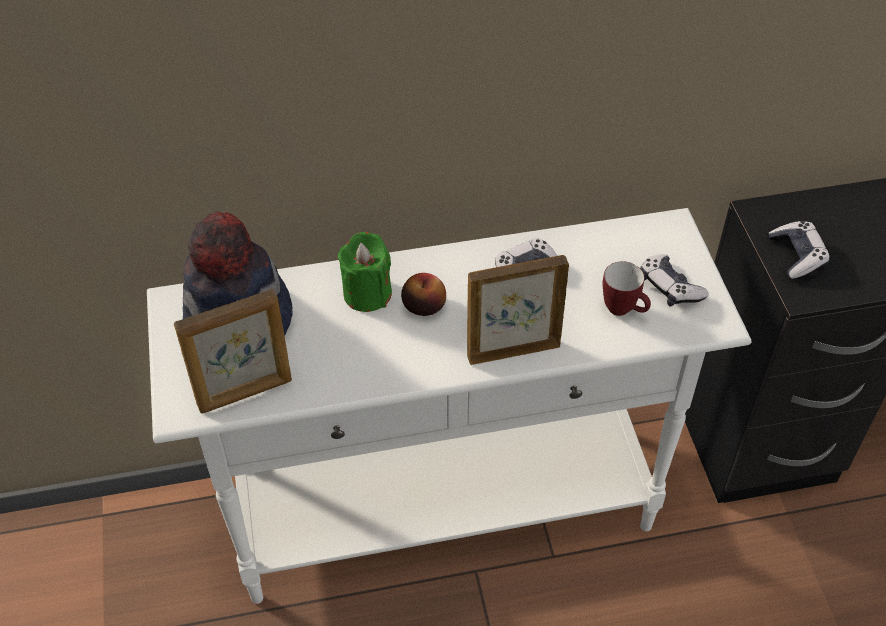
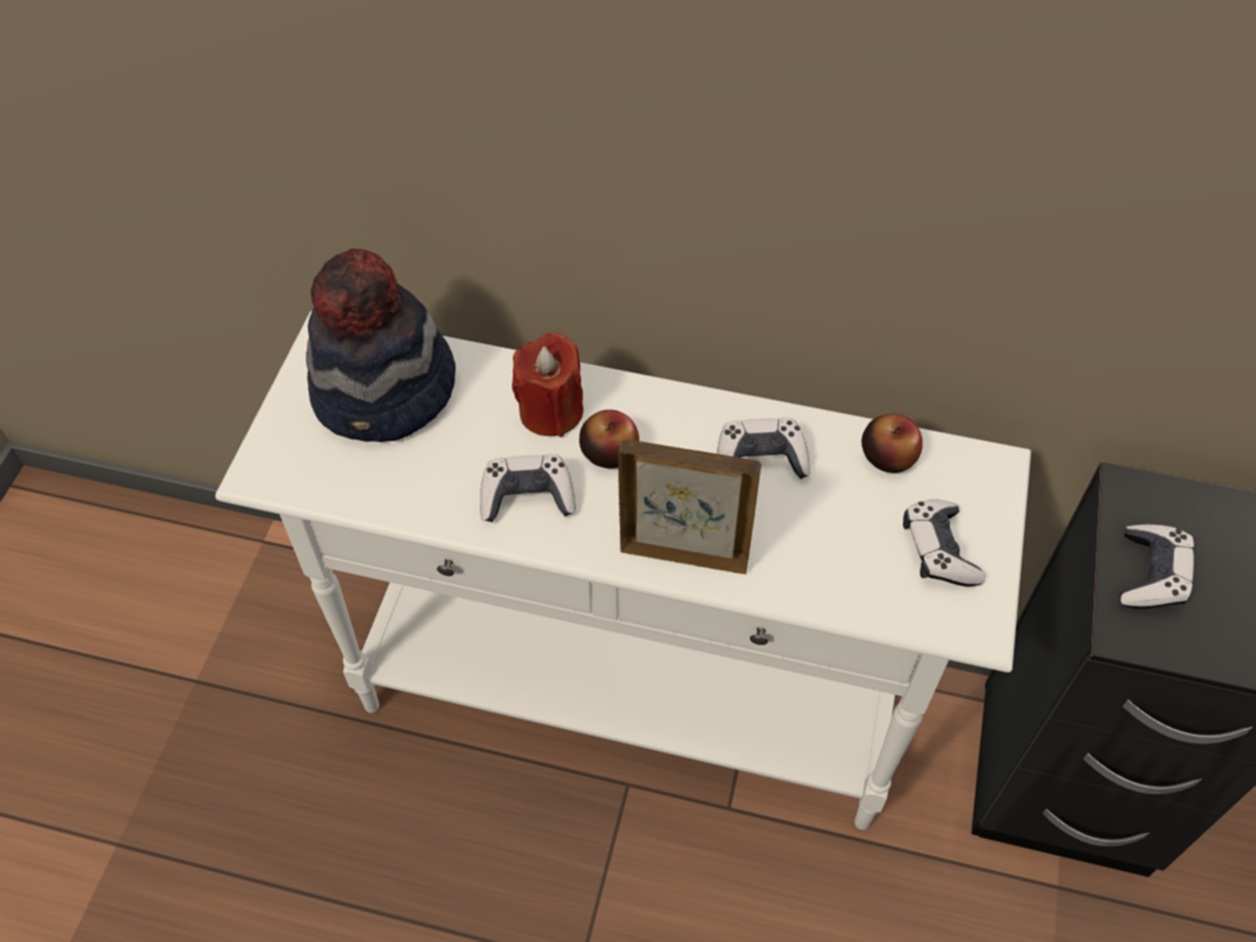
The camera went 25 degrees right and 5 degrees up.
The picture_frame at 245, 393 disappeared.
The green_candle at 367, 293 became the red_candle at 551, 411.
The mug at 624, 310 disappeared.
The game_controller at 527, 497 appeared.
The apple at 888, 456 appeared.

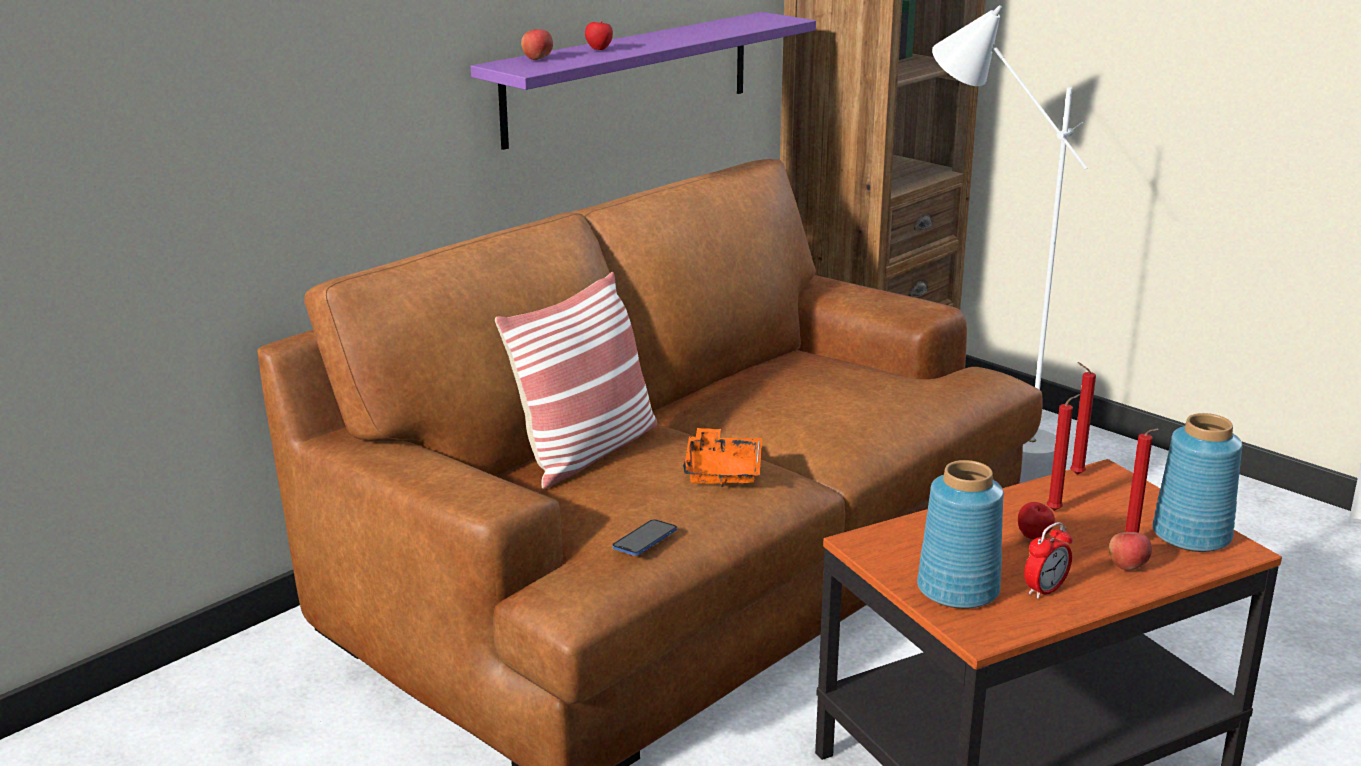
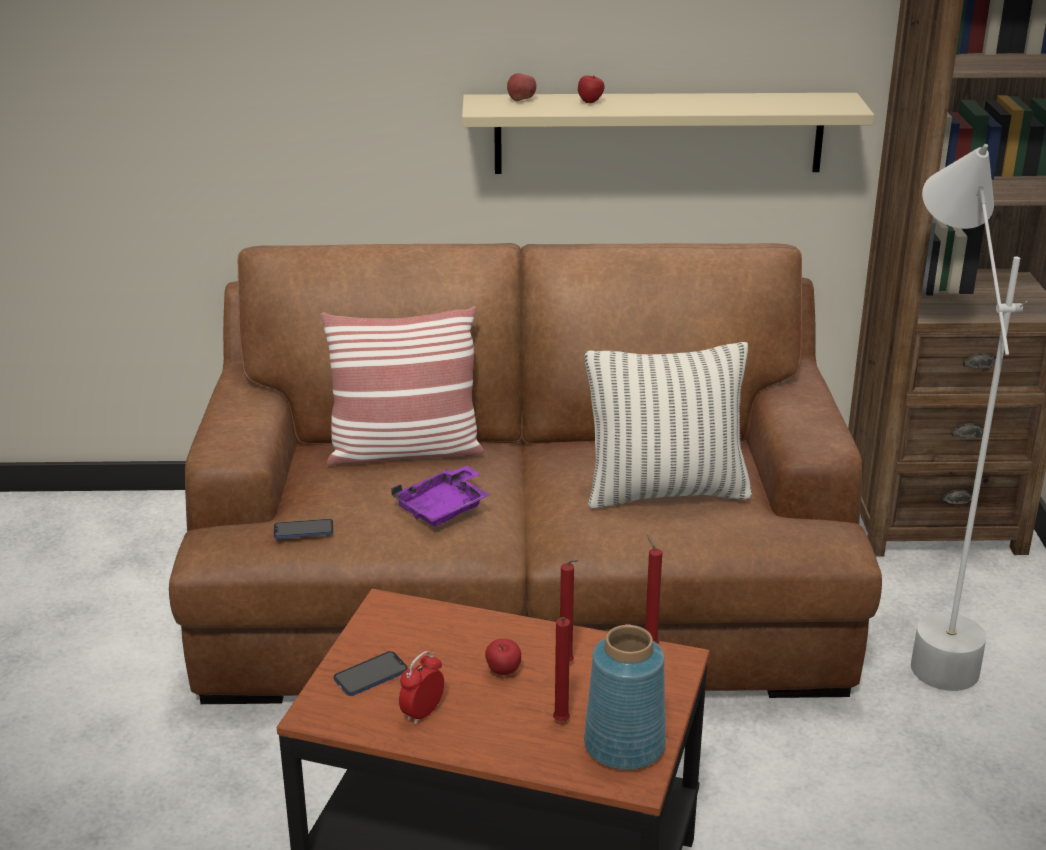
The camera went 45 degrees right and 5 degrees up.
The purple_shelf at 629, 77 became the beige_shelf at 658, 133.
The orange_tray at 722, 470 became the purple_tray at 444, 508.
The blue_vase at 959, 589 was replaced by the phone at 371, 675.
The alarm_clock at 1045, 590 turned 120 degrees clockwise.
The apple at 1127, 566 disappeared.
The pillow at 665, 492 appeared.

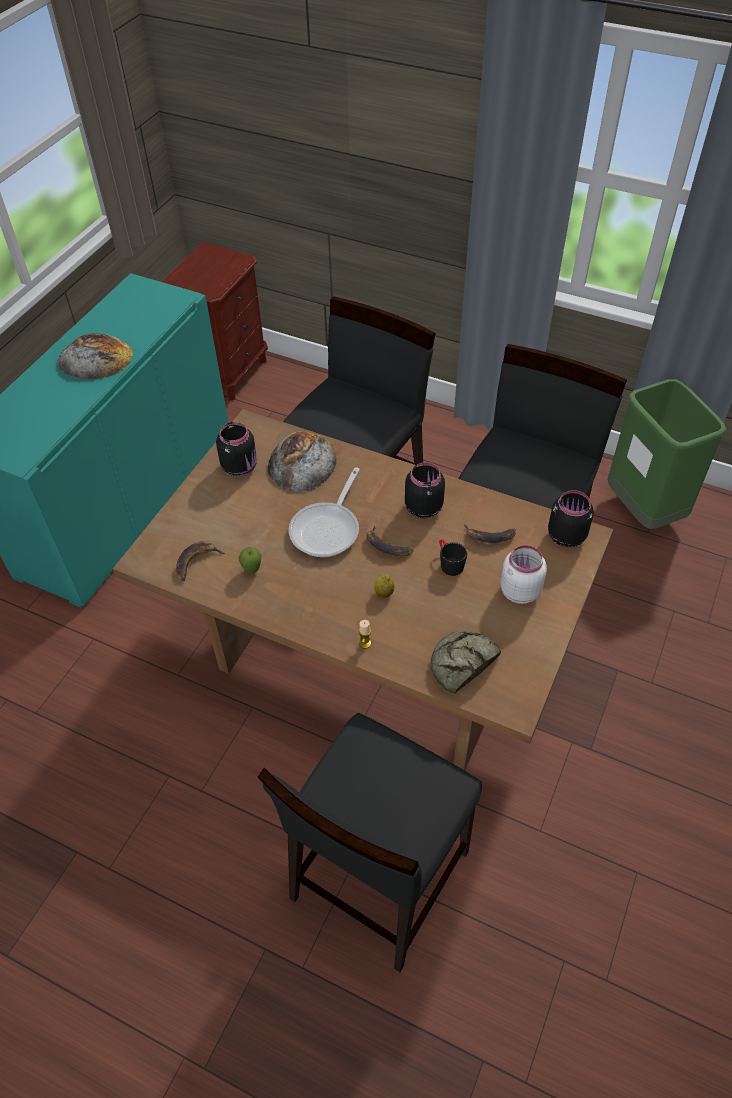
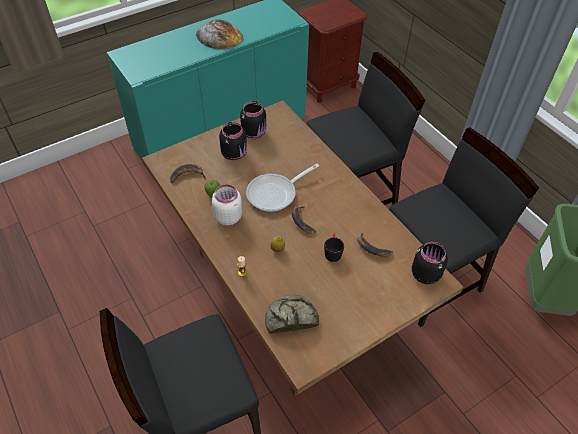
The camera went 30 degrees right and 0 degrees up.
The bread at 302, 462 disappeared.
The black_jar moved from 424, 507 to 235, 154.
The white_jar moved from 518, 591 to 228, 216.

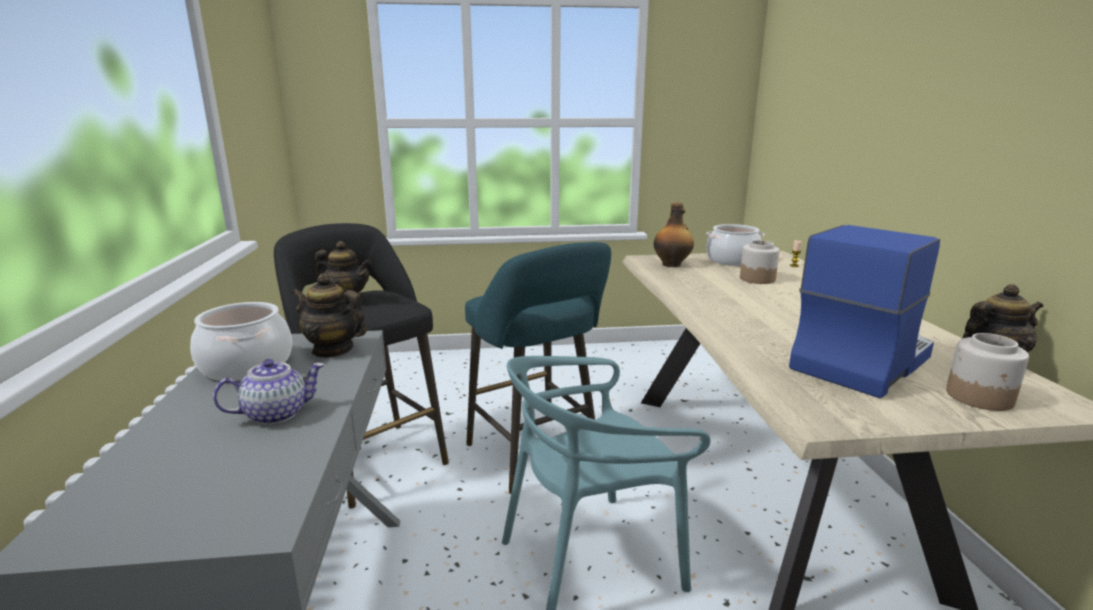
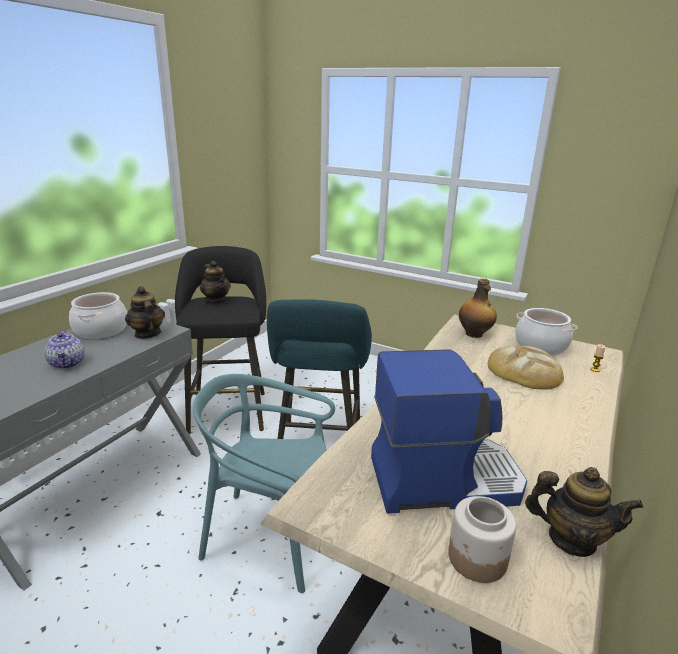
The camera went 35 degrees right and 5 degrees up.
The teapot at 277, 413 turned 60 degrees clockwise.
The jar at 757, 279 was replaced by the bread at 524, 371.

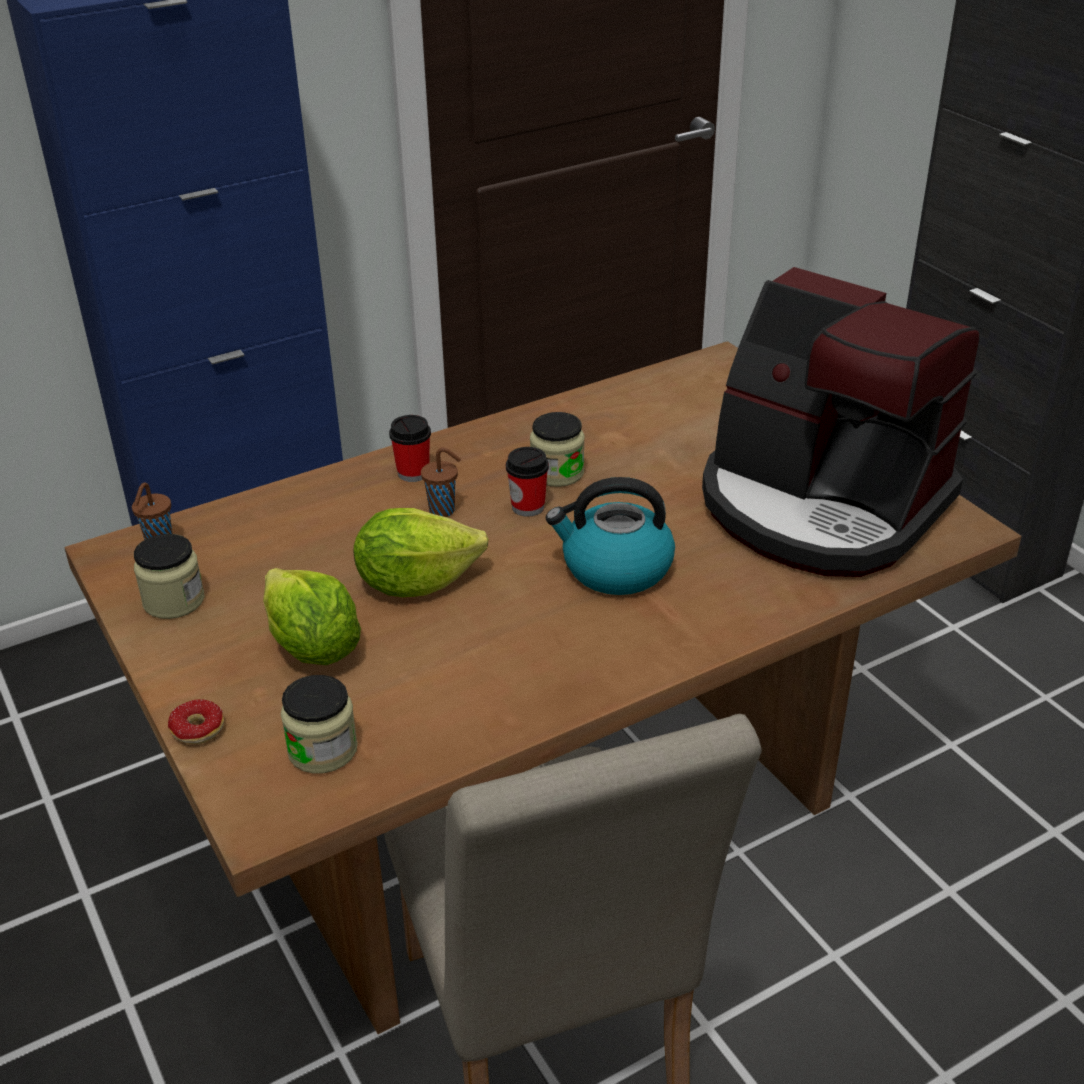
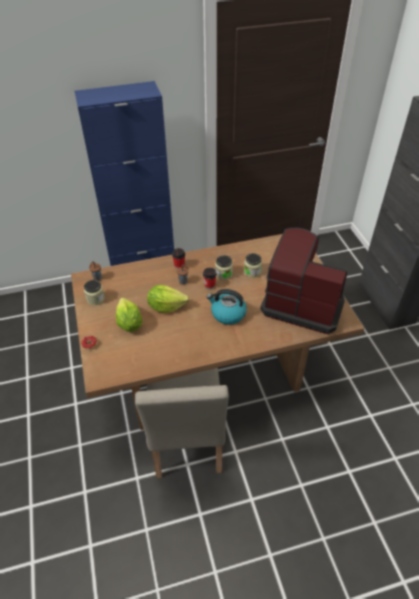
The camera went 15 degrees right and 10 degrees up.
The jar moved from 322, 750 to 252, 272.
The coffee_machine at 821, 506 turned 150 degrees clockwise.

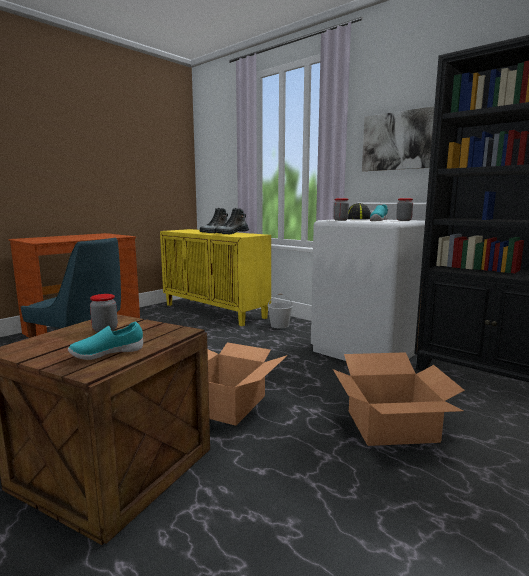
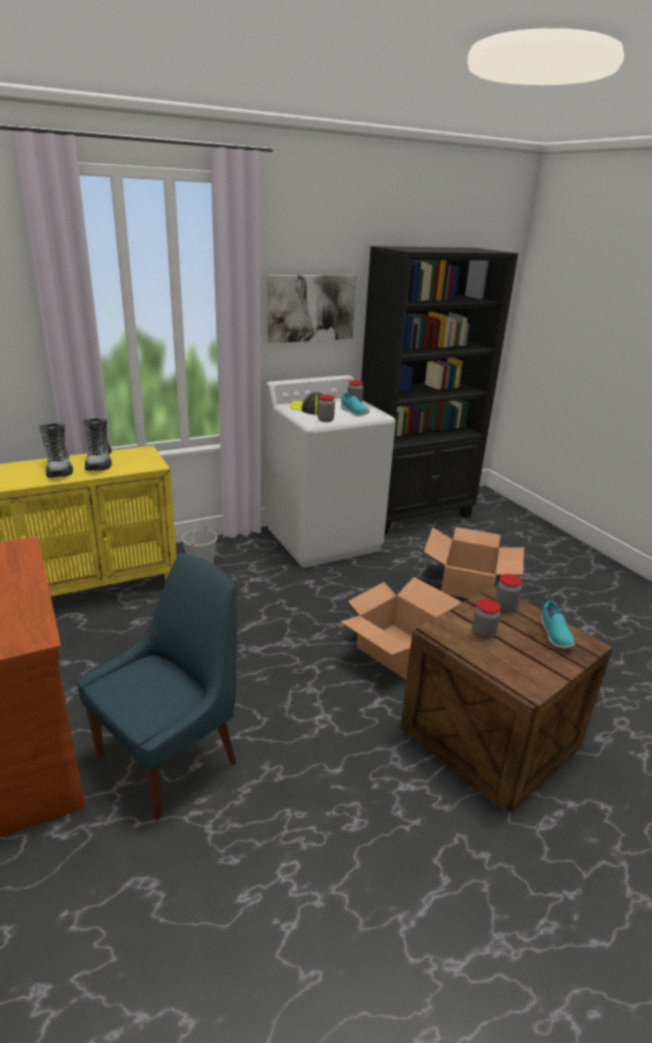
The camera went 70 degrees left and 15 degrees up.
The jar at 505, 606 appeared.

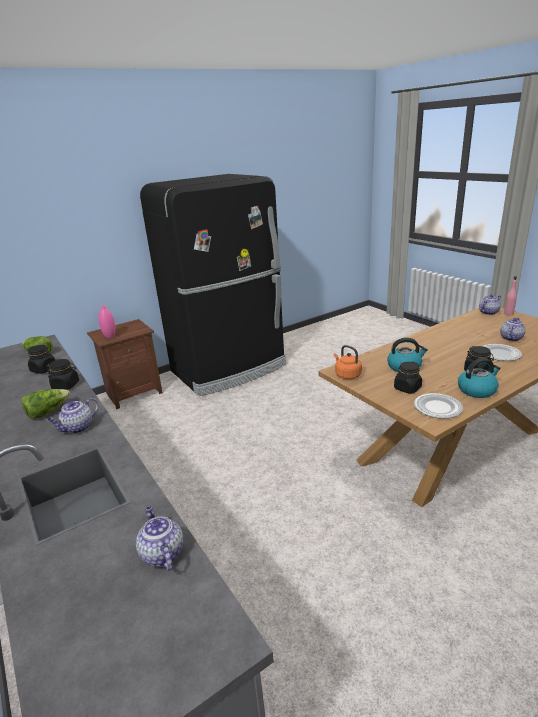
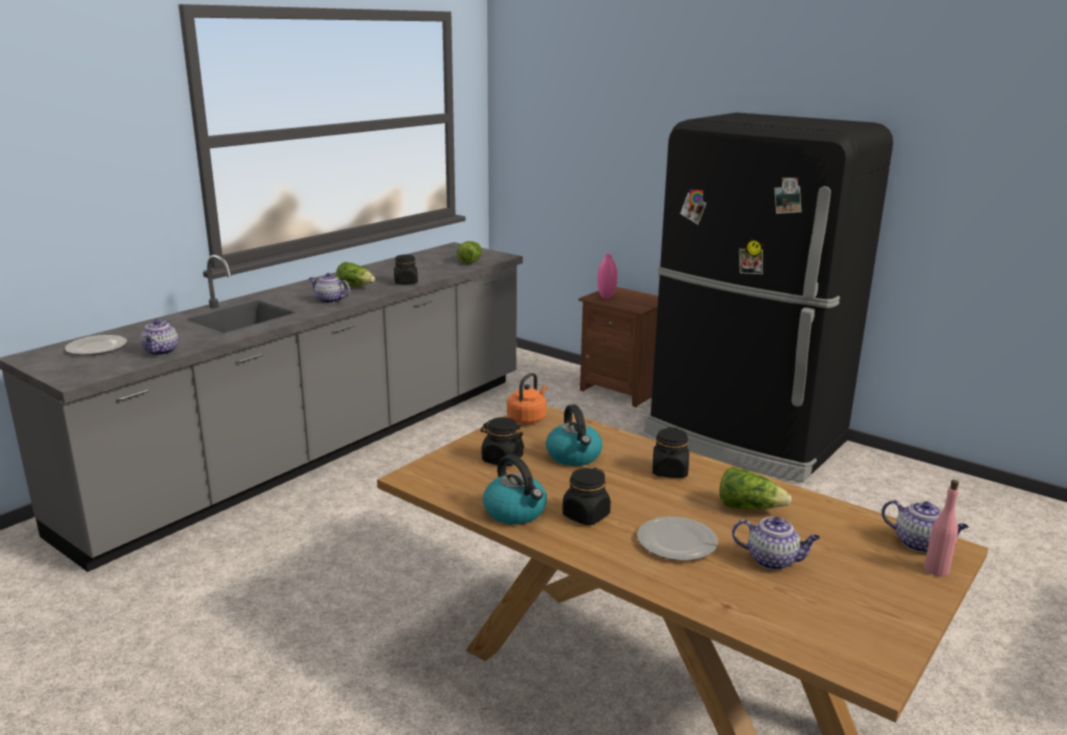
The camera went 70 degrees right and 5 degrees down.
The black_jar moved from 44, 369 to 669, 471.
The teapot at 162, 554 turned 135 degrees clockwise.
The plate moved from 438, 407 to 97, 348.
The lettuce at 749, 508 appeared.

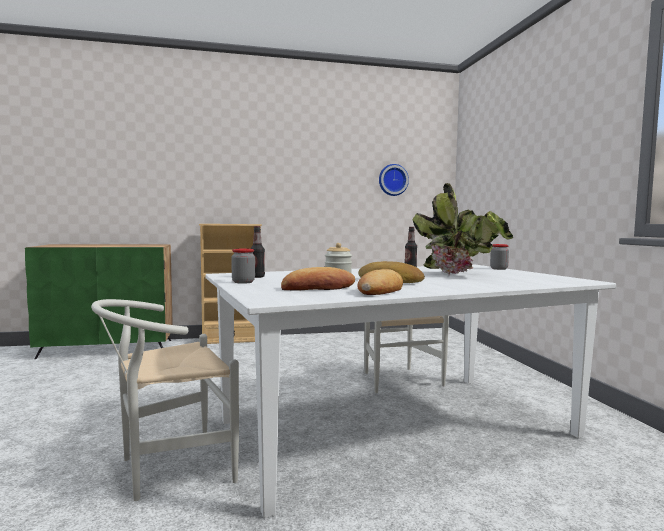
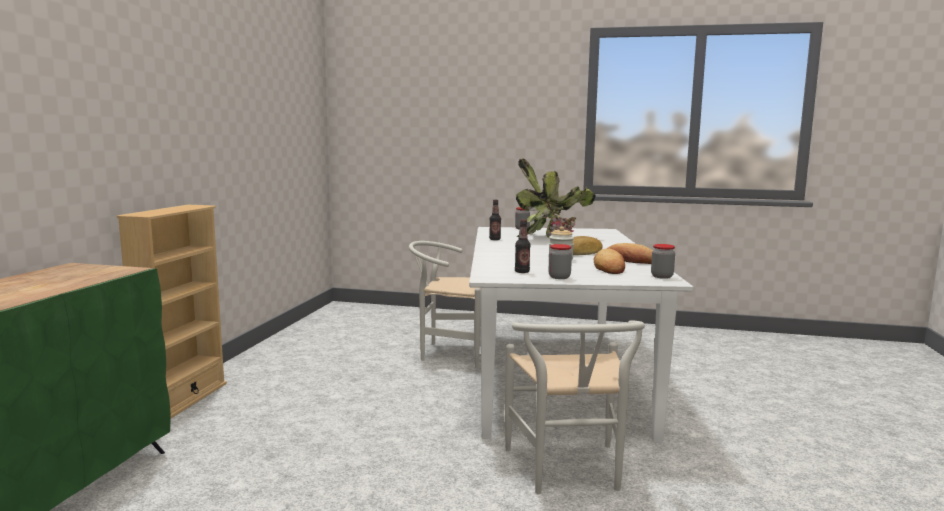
The camera went 65 degrees left and 5 degrees up.
The wall_clock at 392, 180 disappeared.
The jar at 662, 276 appeared.

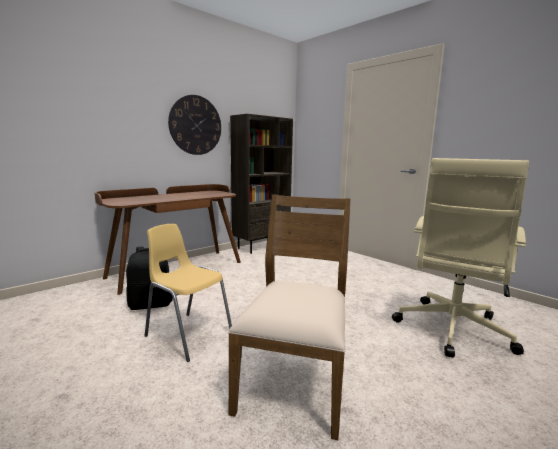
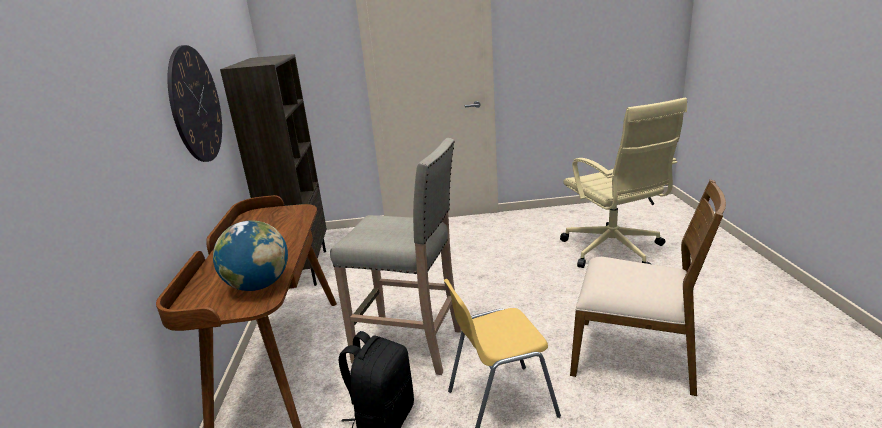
The camera went 50 degrees left and 10 degrees up.
The brown_chair at 295, 381 turned 150 degrees clockwise.
The globe at 258, 285 appeared.
The beige_stool at 411, 346 appeared.

